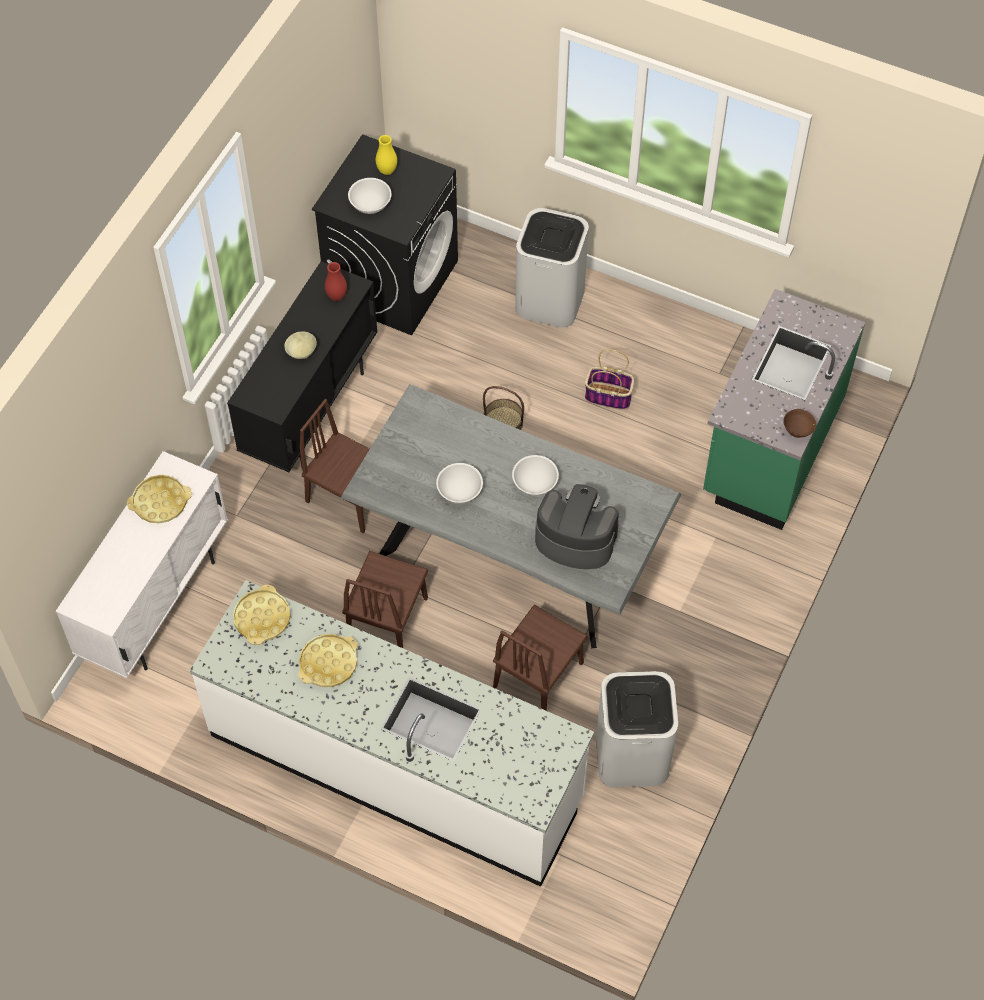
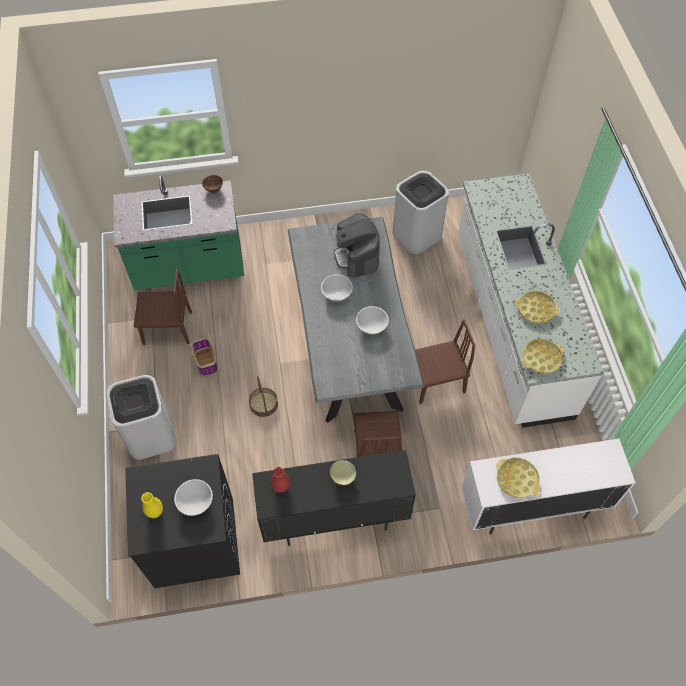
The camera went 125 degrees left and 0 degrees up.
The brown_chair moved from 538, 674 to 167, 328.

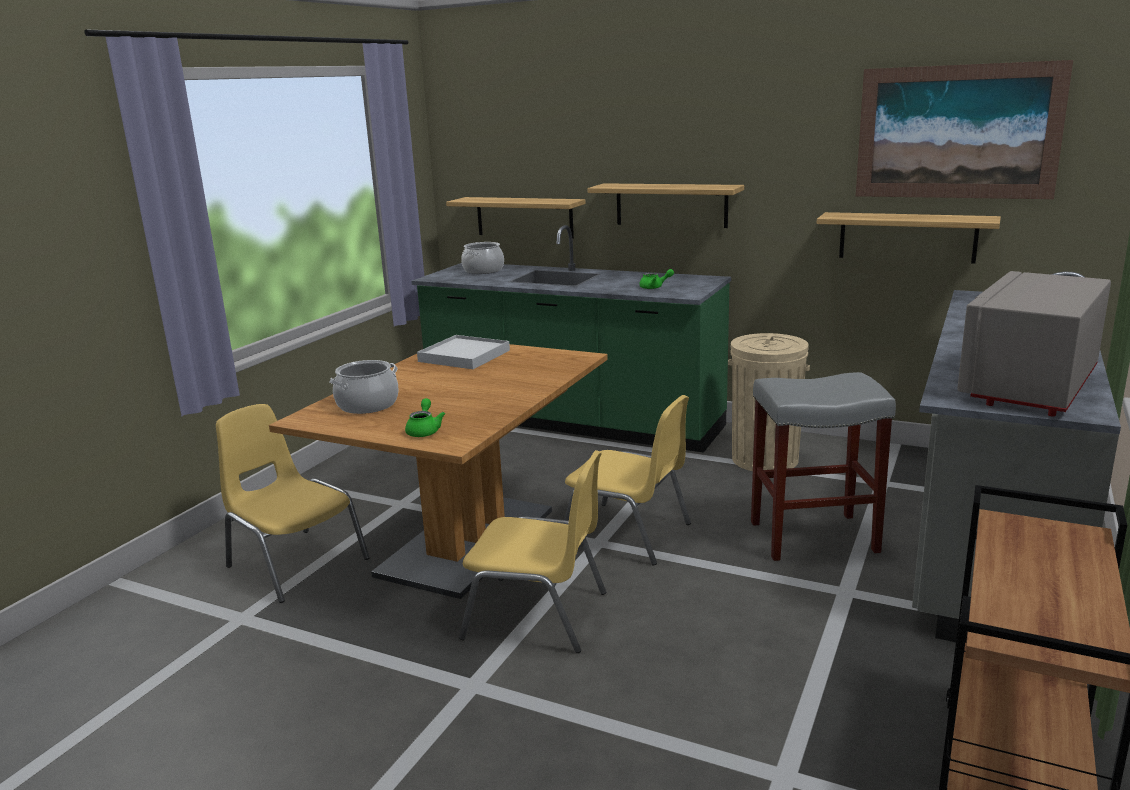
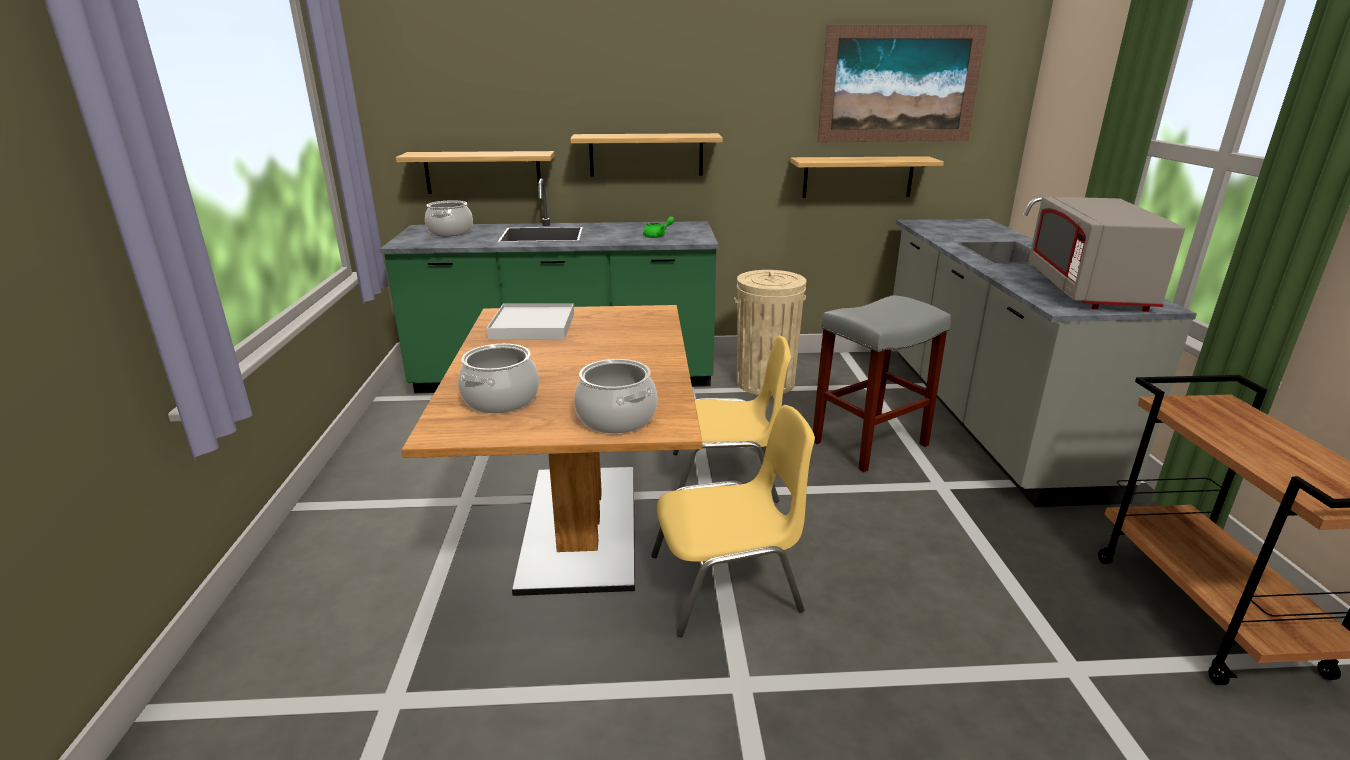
The camera went 30 degrees left and 5 degrees up.
The yellow_chair at 295, 563 disappeared.
The green_teapot at 424, 431 was replaced by the cooking_pot at 616, 418.

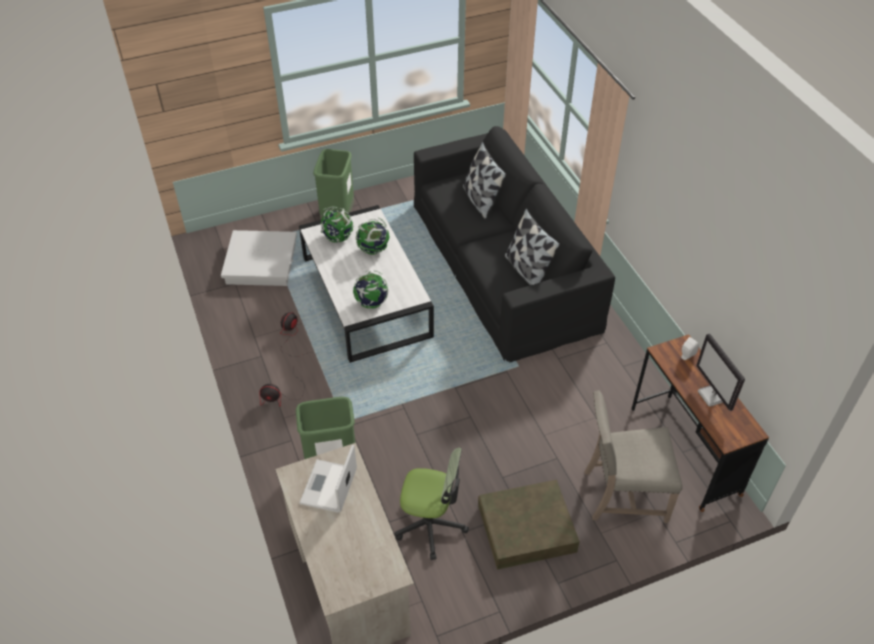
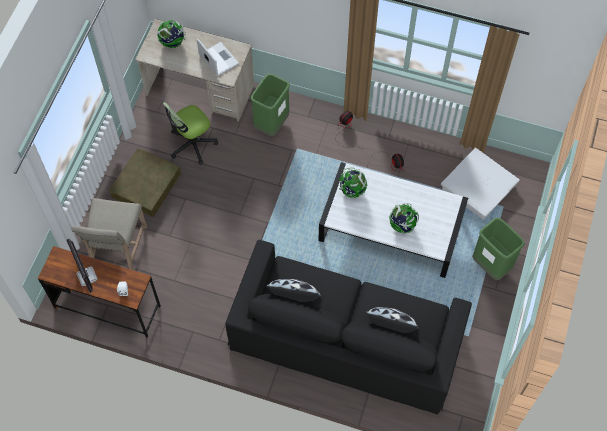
The camera went 130 degrees right and 15 degrees up.
The globe moved from 337, 238 to 172, 42.
The beige_chair at 622, 494 turned 150 degrees clockwise.
The monitor at 713, 396 turned 135 degrees counterclockwise.

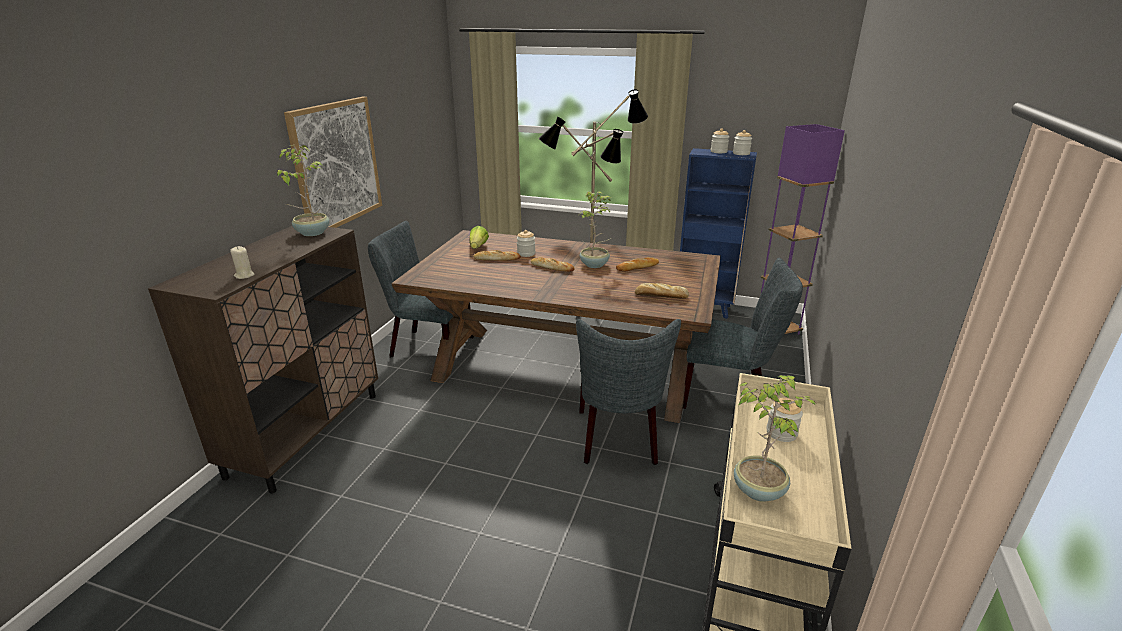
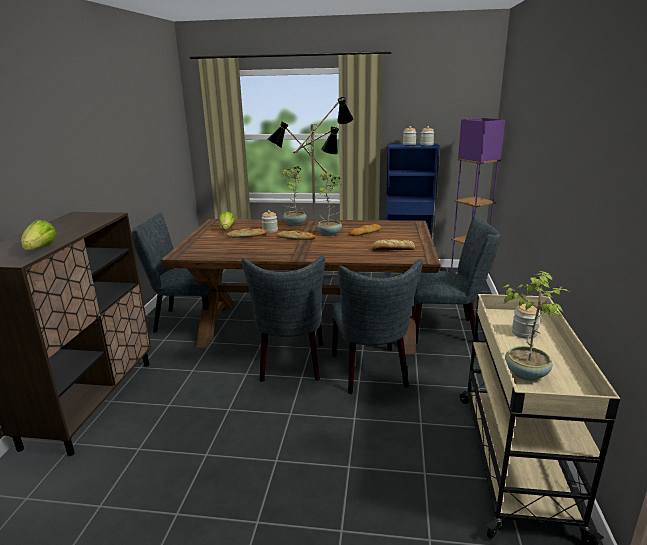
The camera went 10 degrees left and 5 degrees down.
The beige_candle at 244, 275 was replaced by the lettuce at 40, 249.
The potted_plant moved from 311, 233 to 294, 224.
The picture at 336, 164 disappeared.
The grey_chair at 291, 364 appeared.

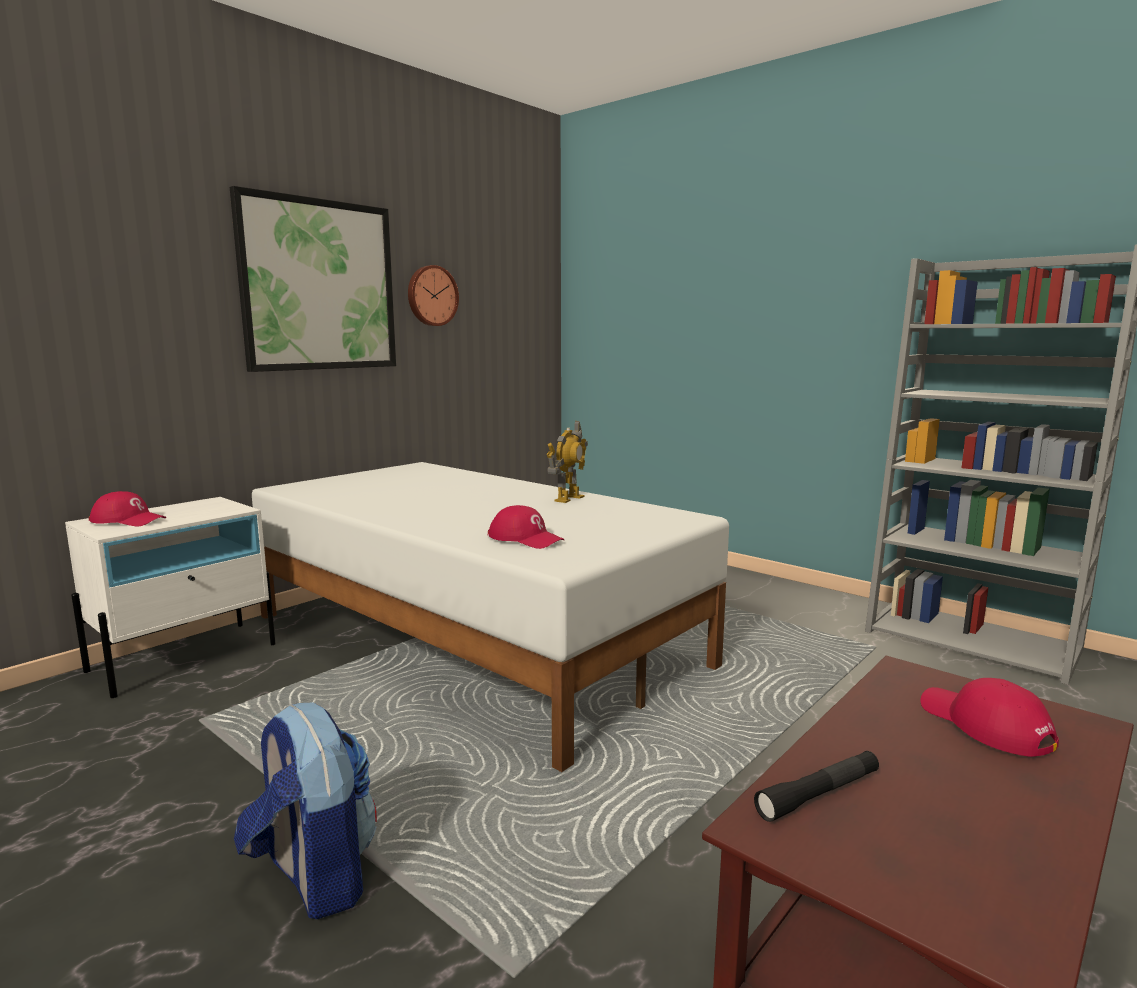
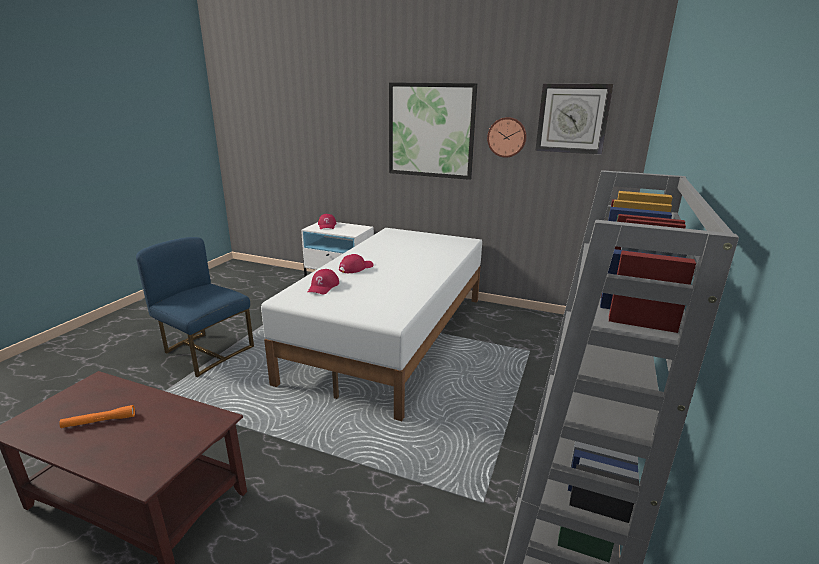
The camera went 70 degrees right and 10 degrees up.
The backpack at 313, 877 was replaced by the blue_chair at 205, 352.
The toy_robot at 568, 498 disappeared.
The black_flashlight at 819, 795 disappeared.
The red_cap moved from 984, 725 to 356, 268.
The orange_flashlight at 99, 421 appeared.
The wall_clock at 572, 118 appeared.

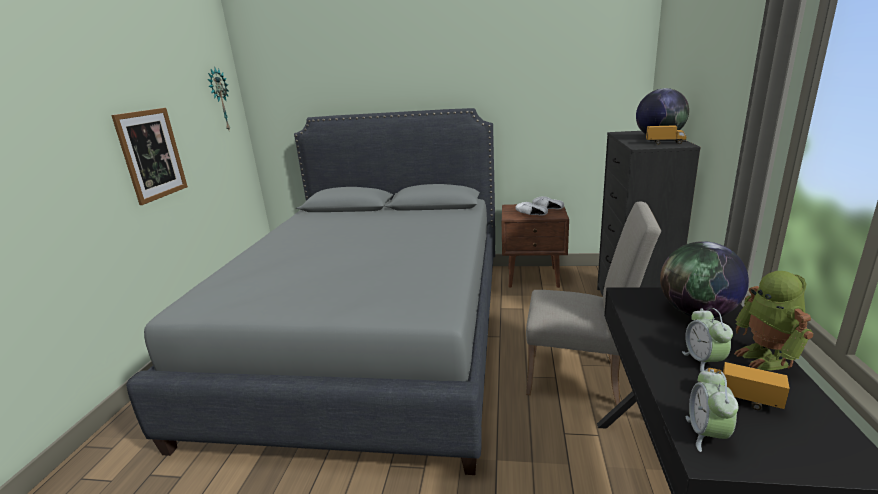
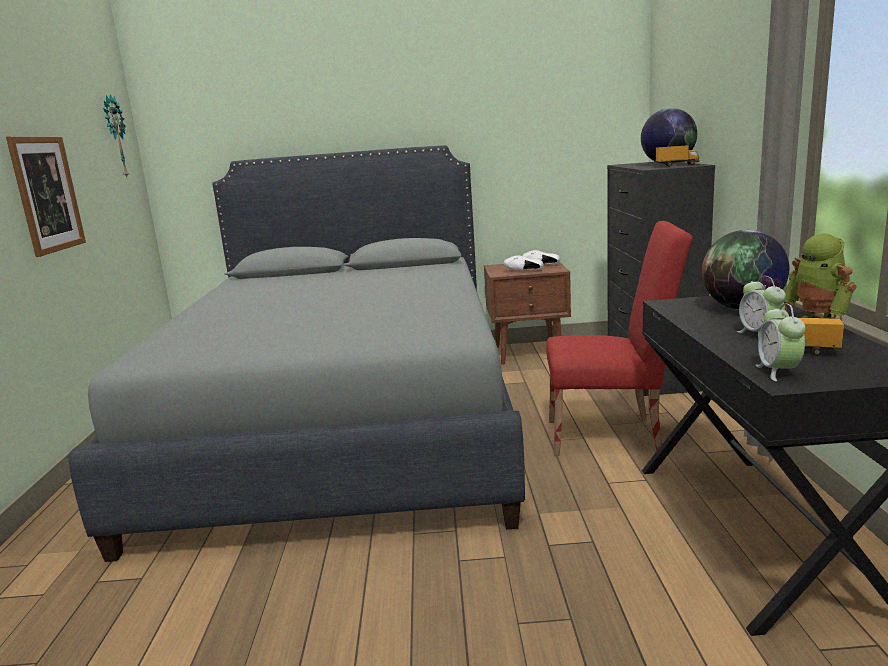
The camera went 10 degrees left and 5 degrees down.
The beige_chair at 581, 379 became the red_chair at 613, 436.

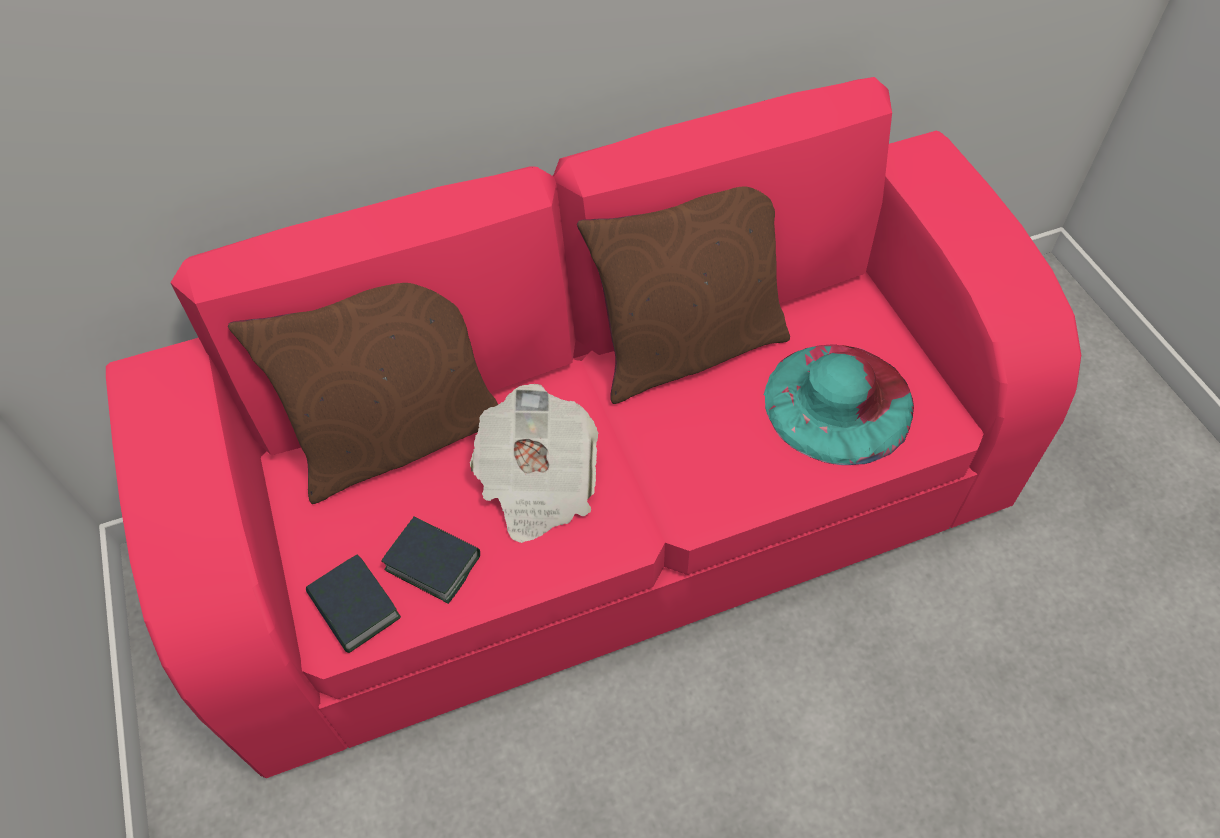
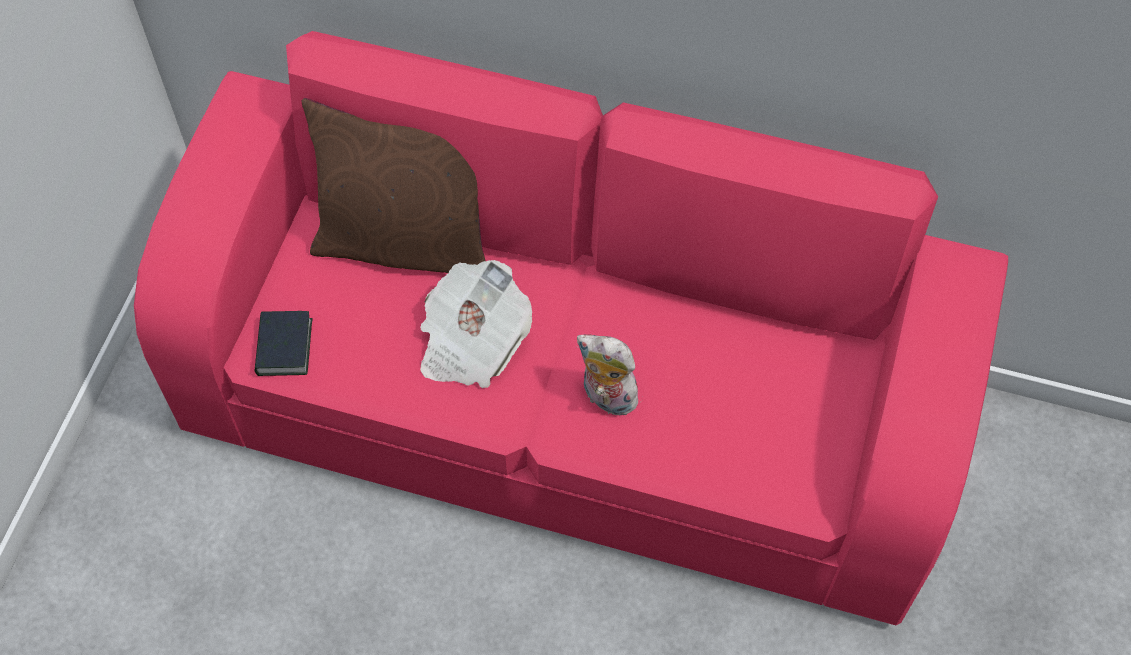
The camera went 35 degrees right and 5 degrees up.
The book at 433, 562 disappeared.
The brown_pillow at 687, 348 disappeared.
The turquoise_hat at 838, 402 disappeared.
The plush_toy at 606, 398 appeared.

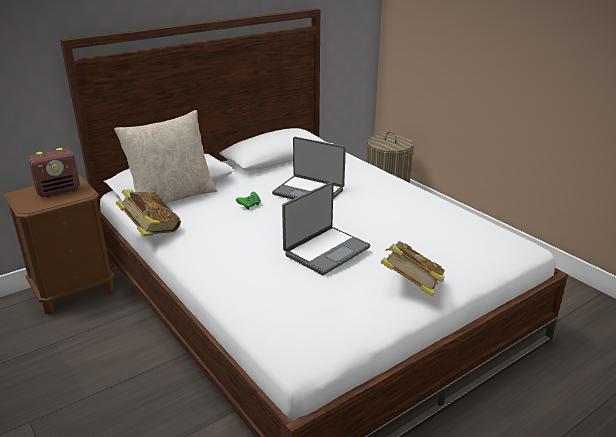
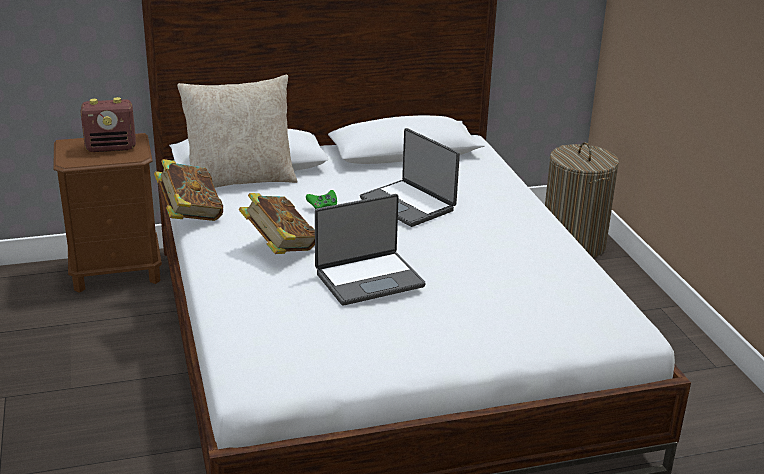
The camera went 20 degrees right and 0 degrees up.
The book moved from 411, 288 to 280, 248.

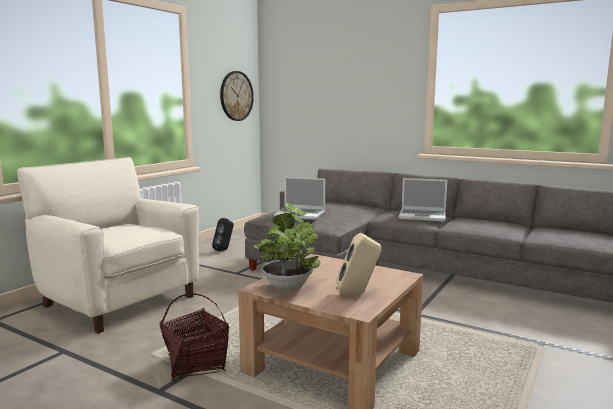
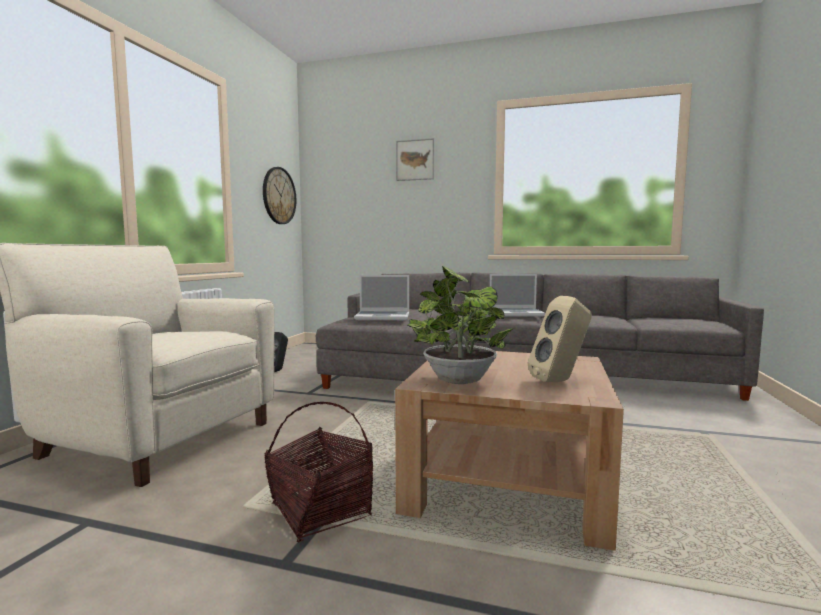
The camera went 15 degrees left and 5 degrees down.
The picture at 415, 160 appeared.

